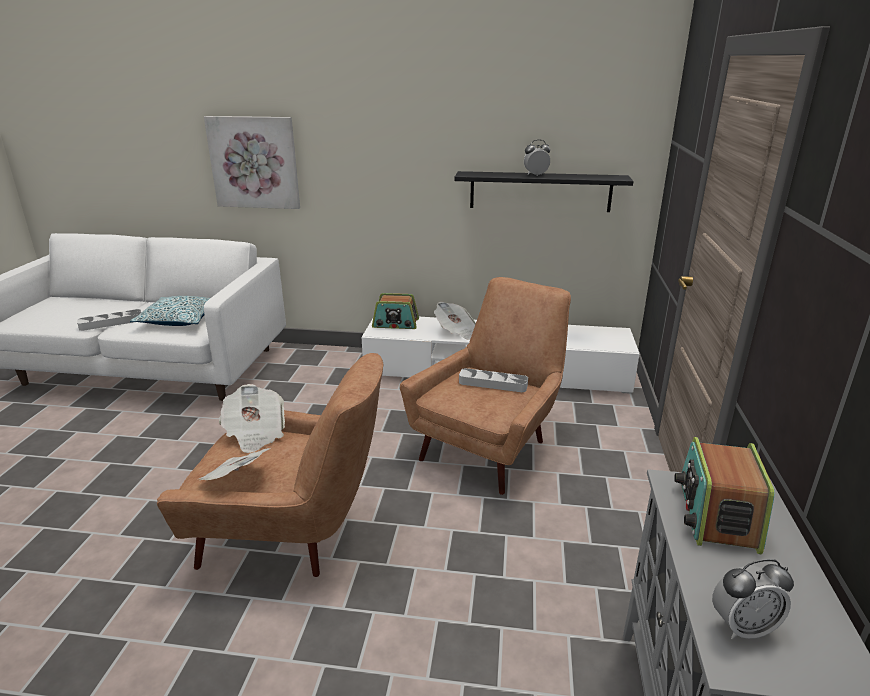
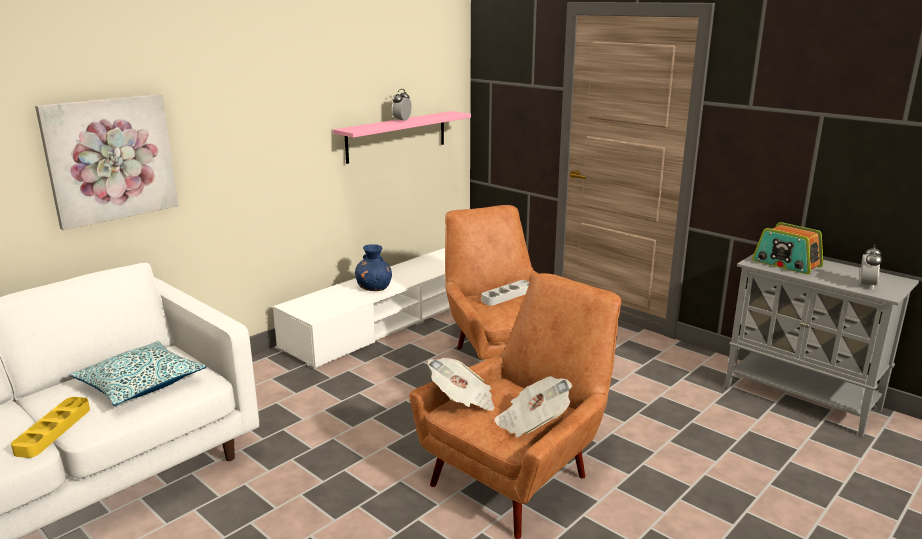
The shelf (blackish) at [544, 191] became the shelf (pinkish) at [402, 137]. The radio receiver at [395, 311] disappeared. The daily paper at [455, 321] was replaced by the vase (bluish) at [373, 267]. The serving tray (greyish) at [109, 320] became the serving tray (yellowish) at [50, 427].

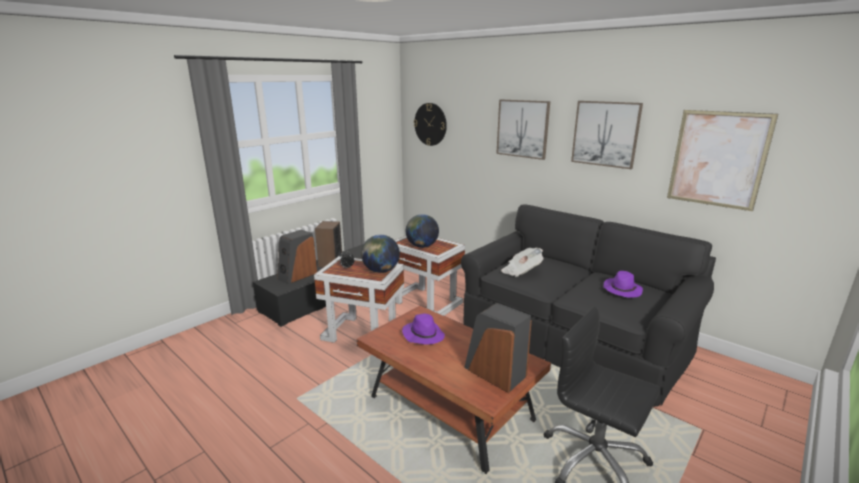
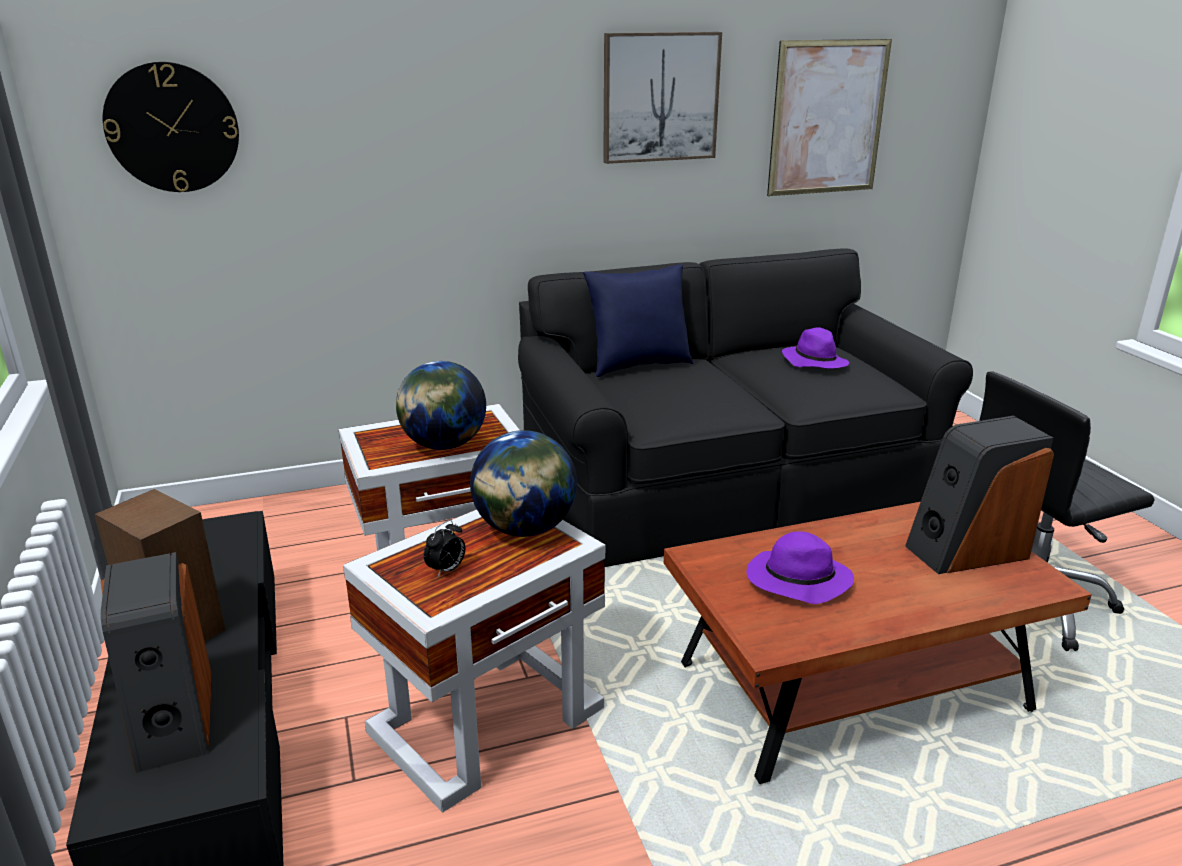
The wall art at [523, 129] disappeared. The daily paper at [522, 262] disappeared. The throw pillow (bluish) at [638, 320] appeared.

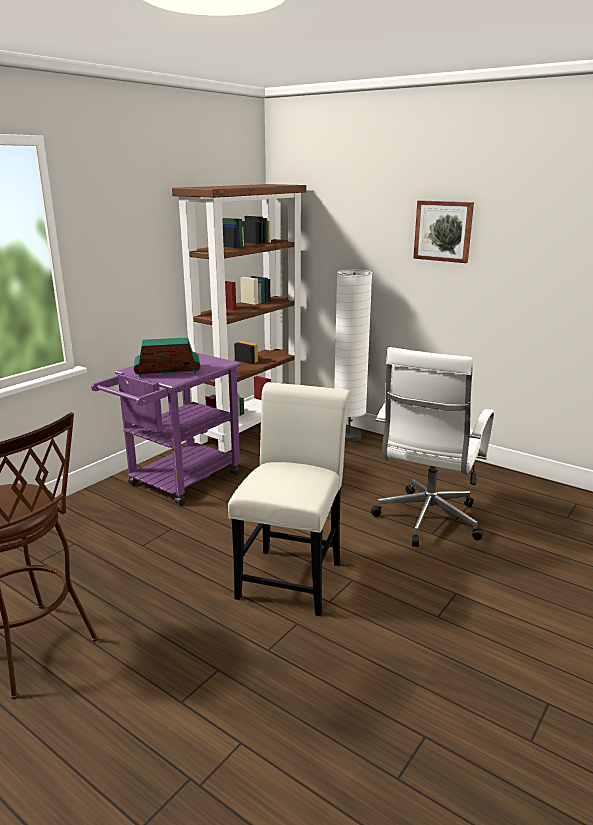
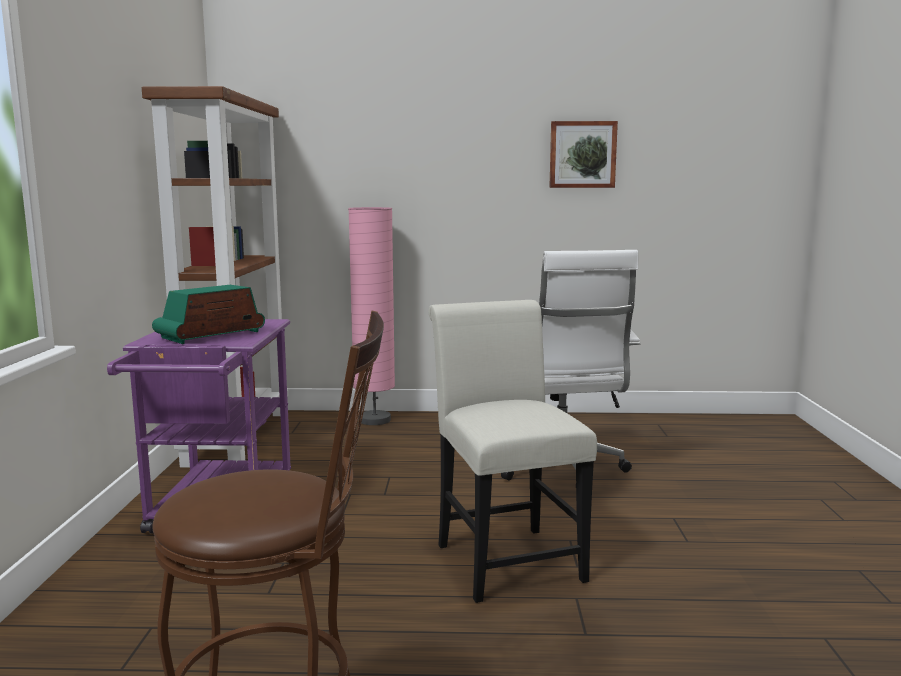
The wall art moved from [443, 231] to [583, 154]. The standing lamp (white) at [353, 356] became the standing lamp (pinkish) at [371, 316].

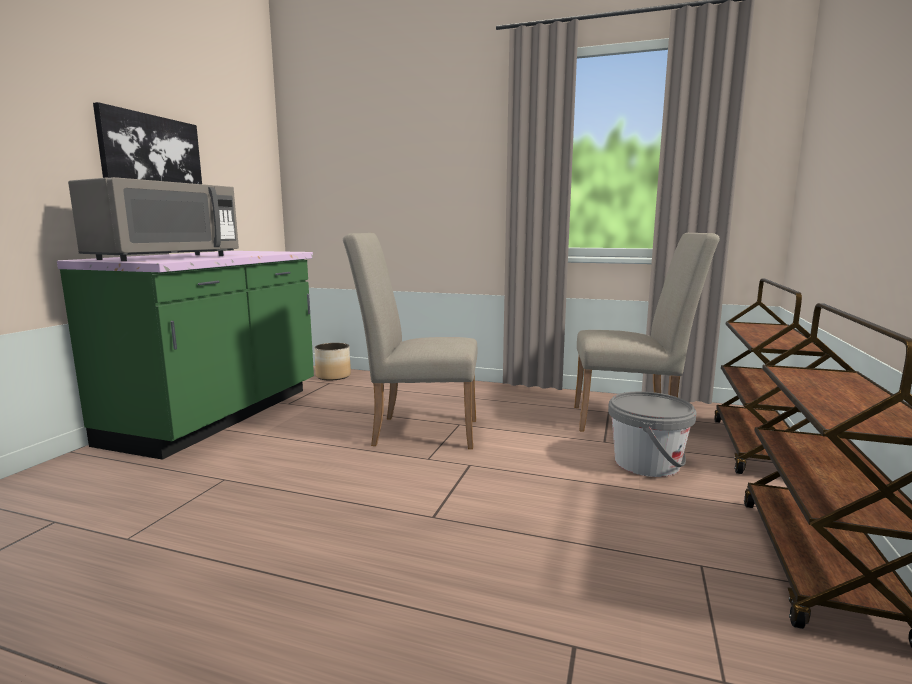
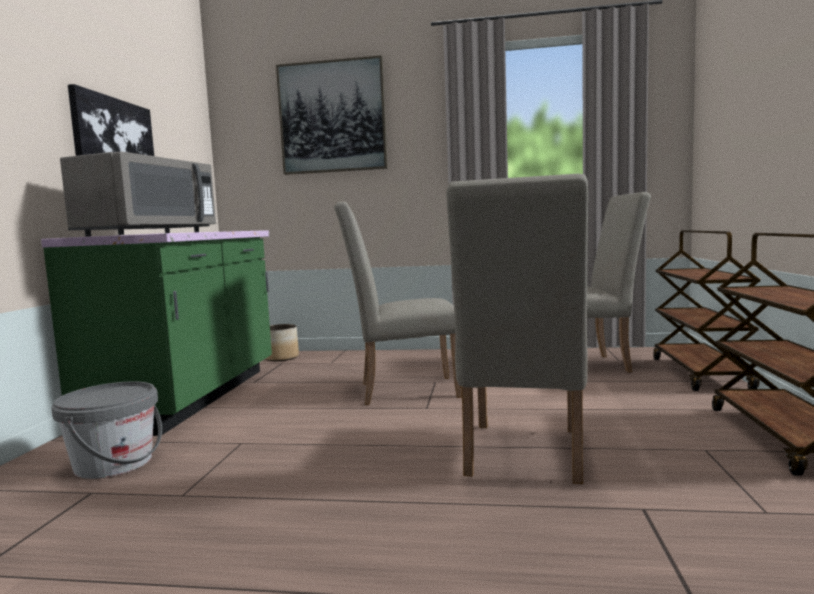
The pail (greyish) moved from [652, 434] to [106, 430]. The wall art at [332, 115] appeared. The upright chair (beige) at [517, 329] appeared.

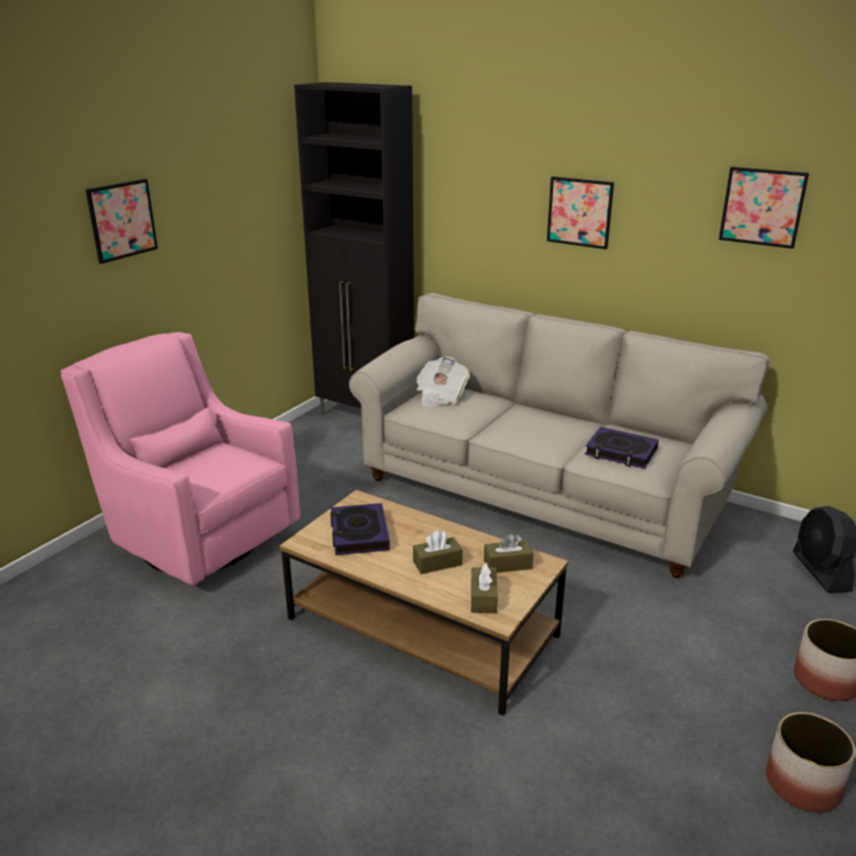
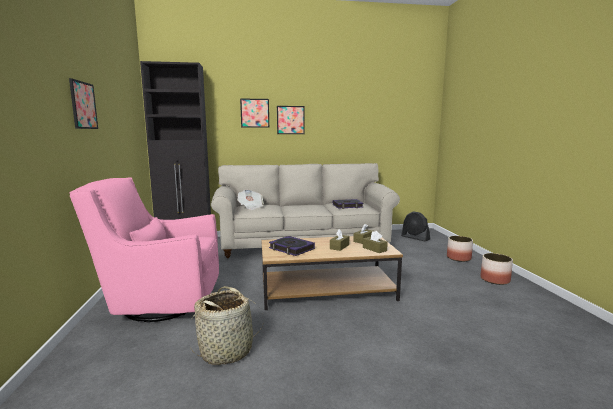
The wall art moved from [764, 208] to [254, 113]. The basket at [227, 325] appeared.

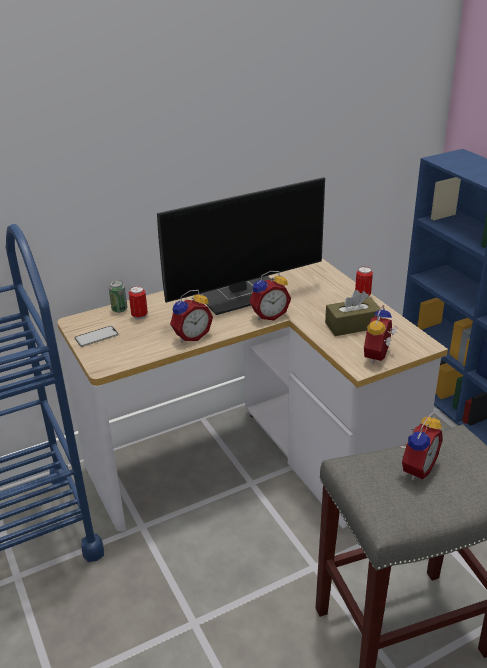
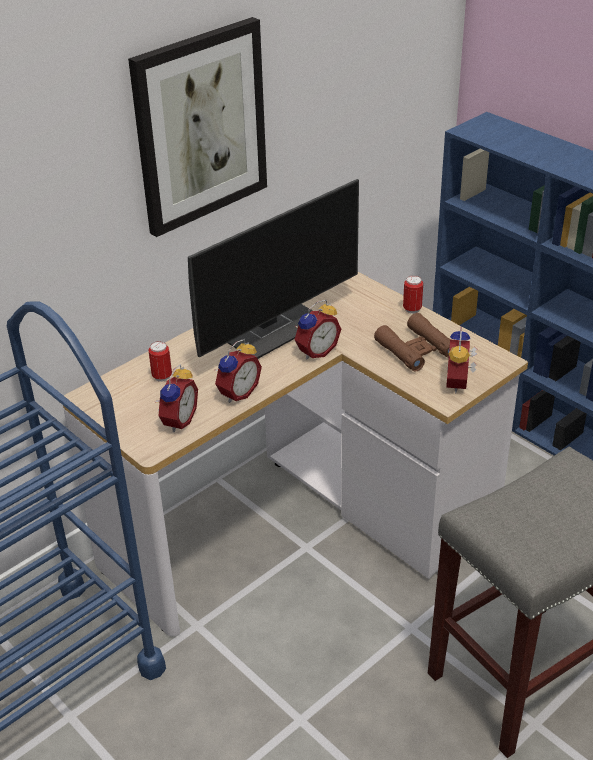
The sealed can at [118, 296] disappeared. The tissue box (brown-coloured) at [353, 313] was replaced by the field glasses (brown-coloured) at [412, 342]. The phone at [96, 336] disappeared. The alarm clock moved from [421, 446] to [176, 398]. The wall art at [197, 127] appeared.

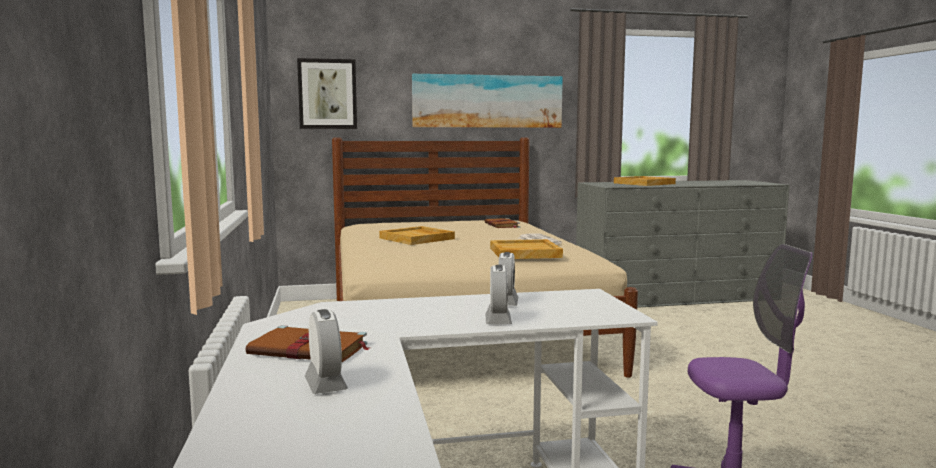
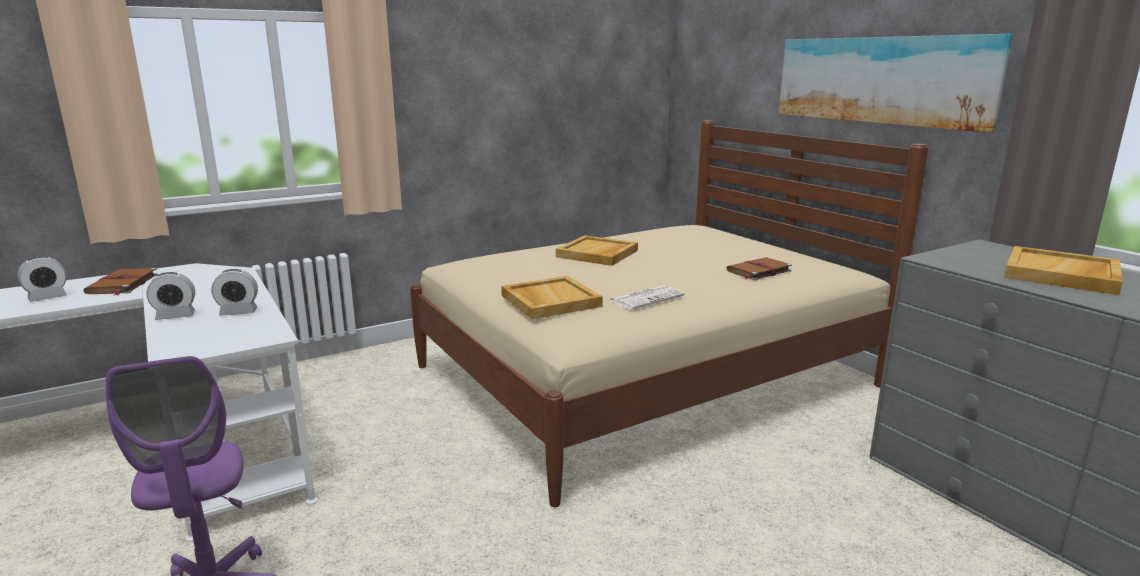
The wall art at [327, 93] disappeared.

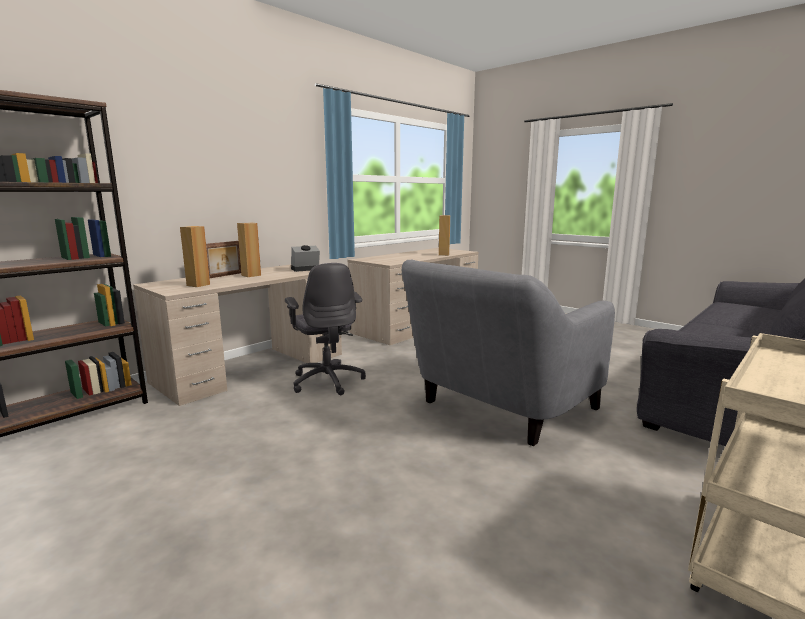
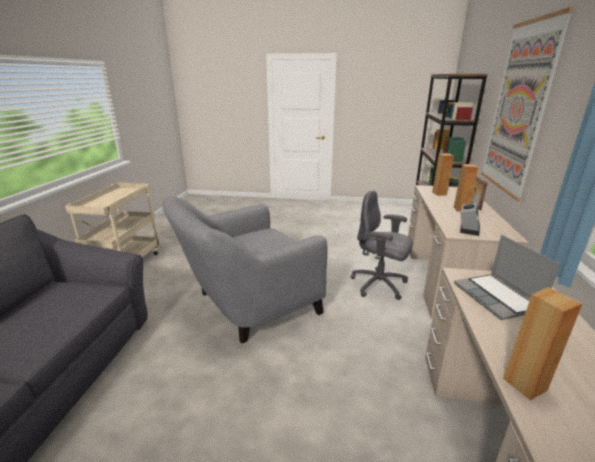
The armchair (greyish) at [508, 353] turned 135 degrees counterclockwise. The wall art at [527, 104] appeared. The portable computer at [507, 277] appeared.

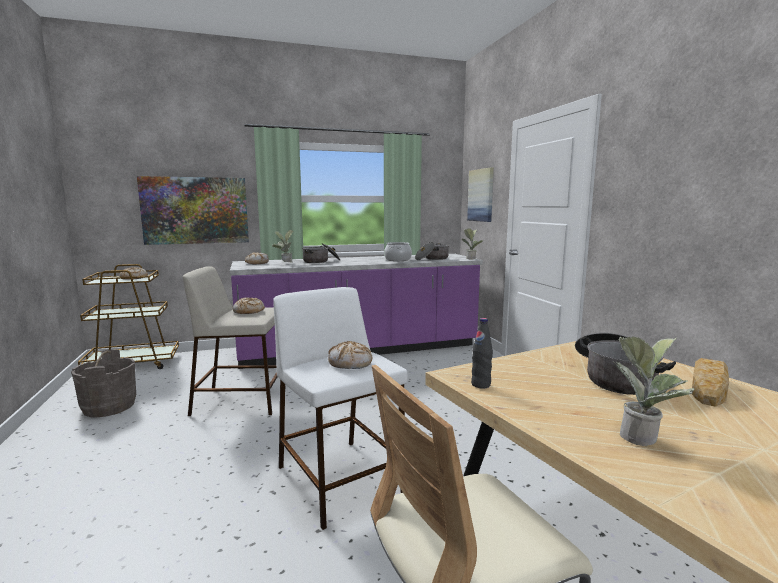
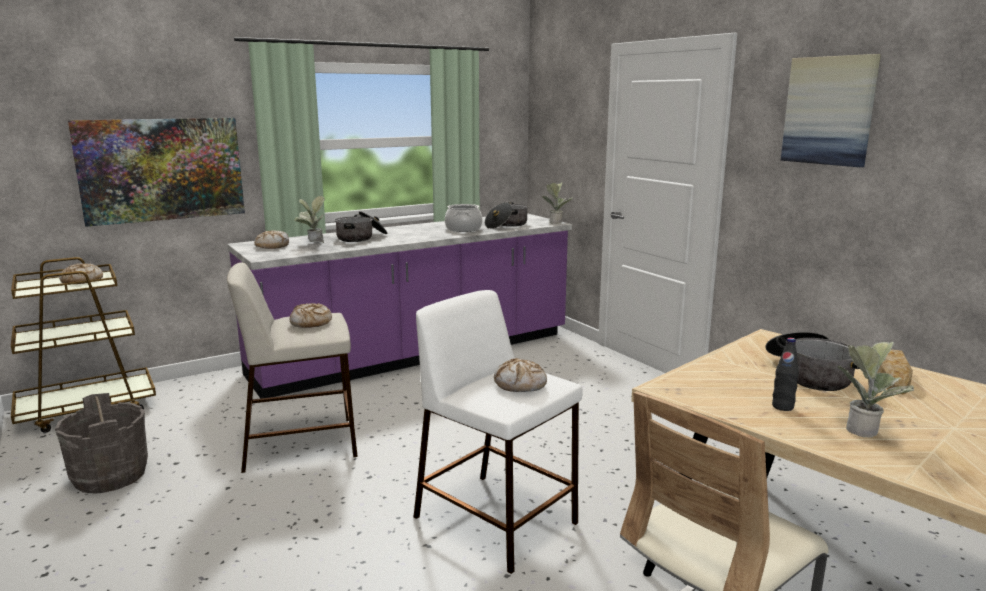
The wall art moved from [480, 194] to [831, 110]. The beverage bottle (blackish) moved from [482, 353] to [785, 374].

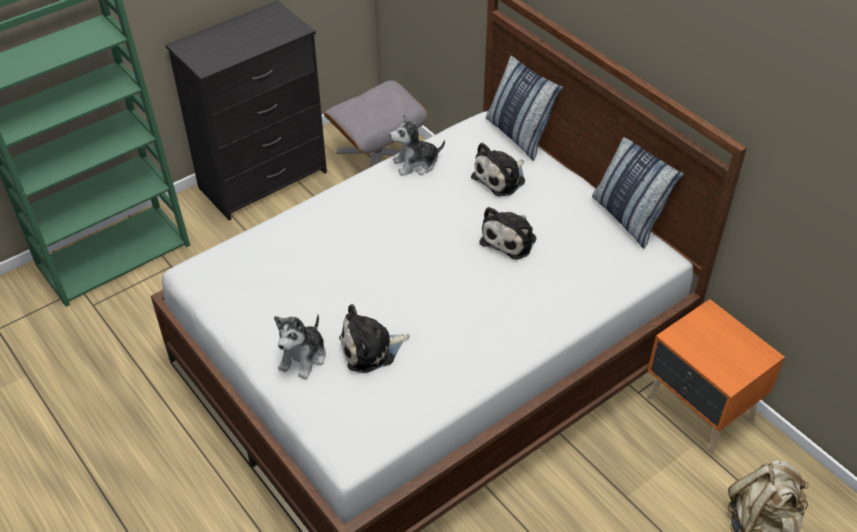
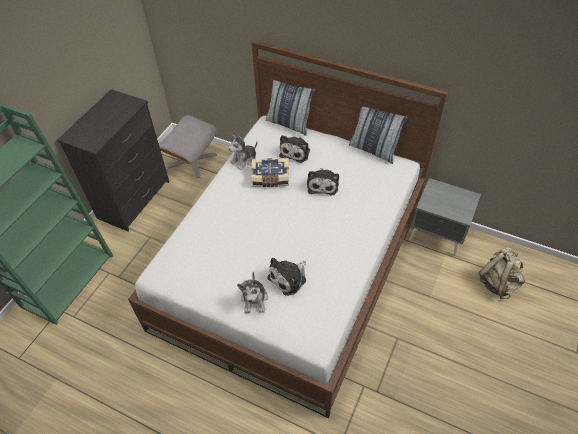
The bedside table (orange) at [716, 376] became the bedside table (greyish) at [445, 217]. The volume at [270, 172] appeared.

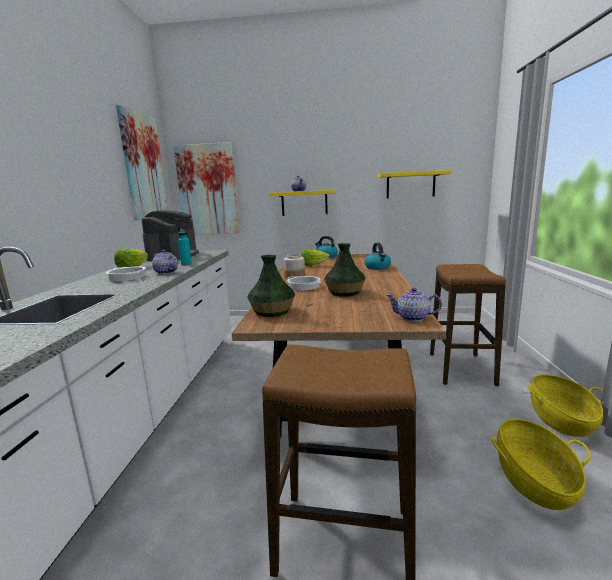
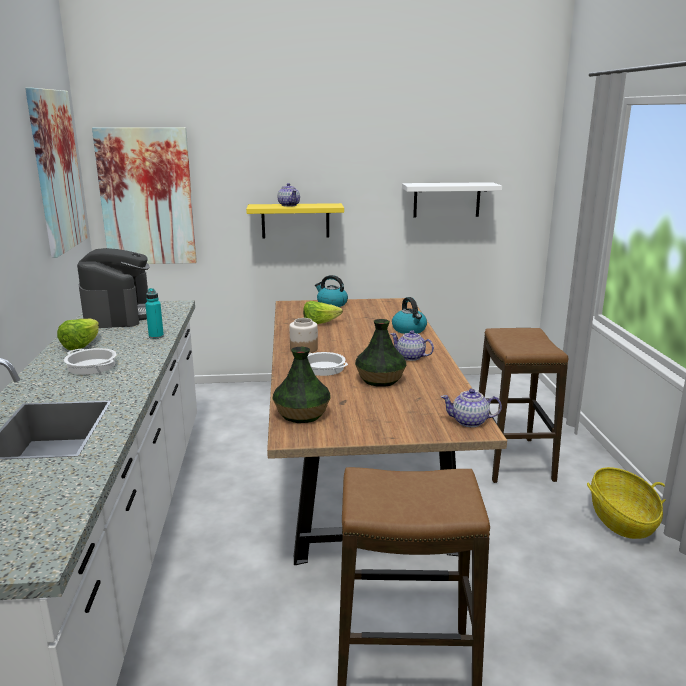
The shelf (yellowish) at [414, 184] became the shelf (white) at [452, 199]. The tea pot moved from [165, 262] to [412, 345]. The basket at [541, 464] disappeared.

